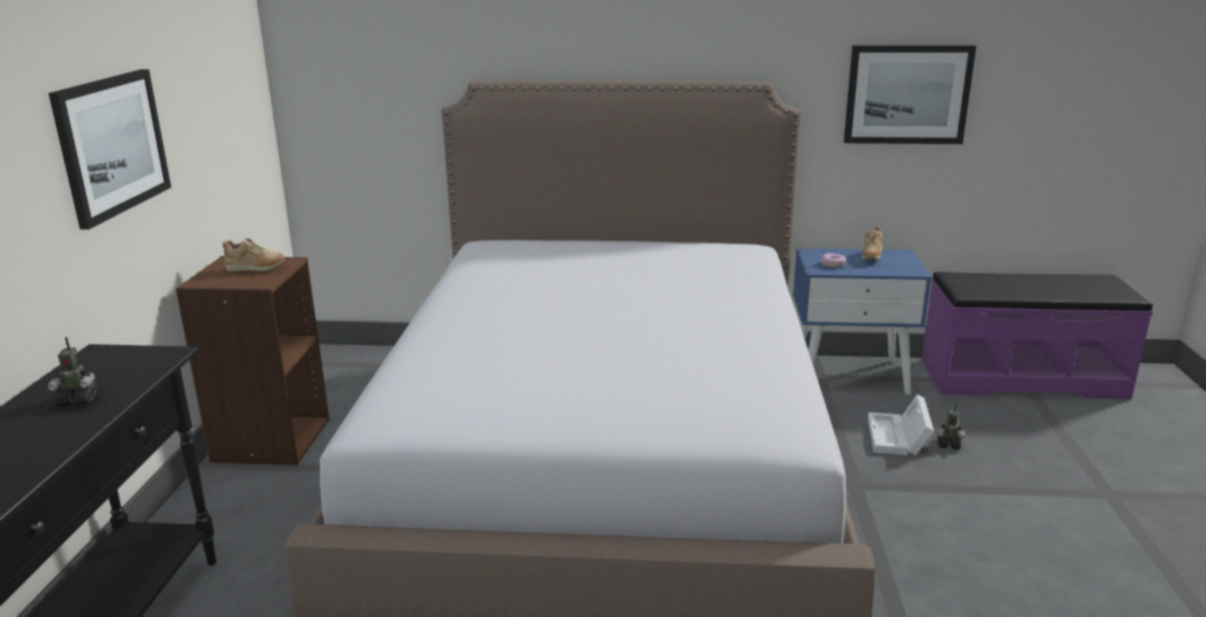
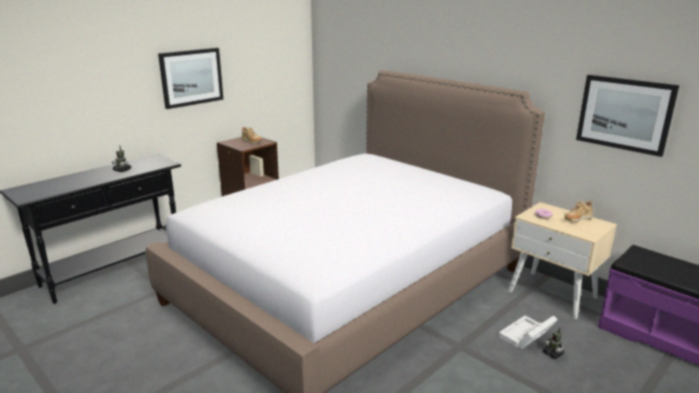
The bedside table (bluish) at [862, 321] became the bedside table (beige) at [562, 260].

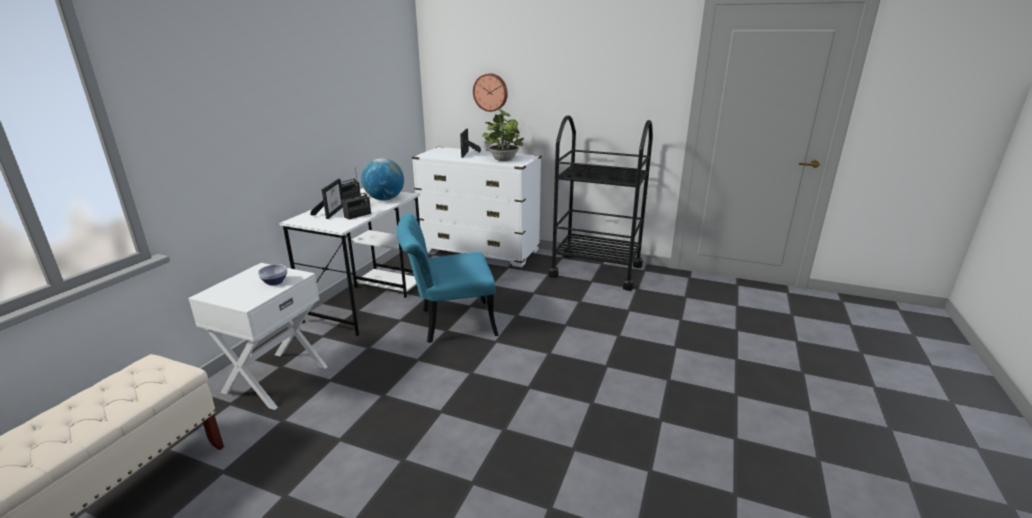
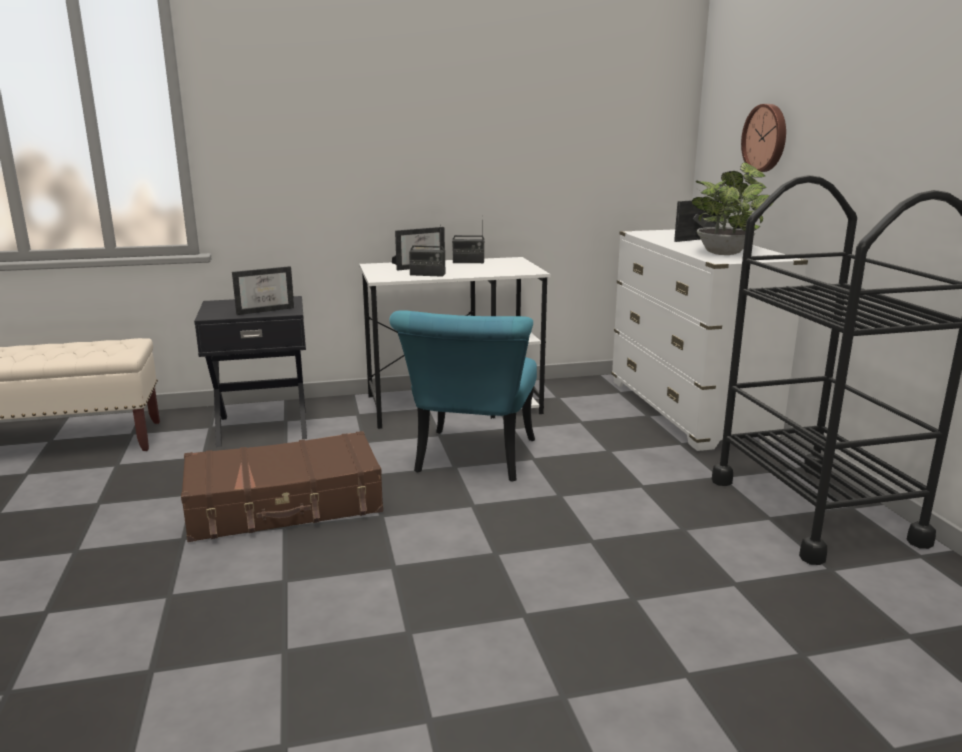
The world globe at [382, 179] disappeared. The upright chair (blue-green) at [448, 278] turned 120 degrees counterclockwise. The bedside table (white) at [258, 336] became the bedside table (blackish) at [250, 371]. The deep dish at [272, 274] was replaced by the picture frame at [263, 290]. The suitcase (brown-coloured) at [282, 486] appeared.

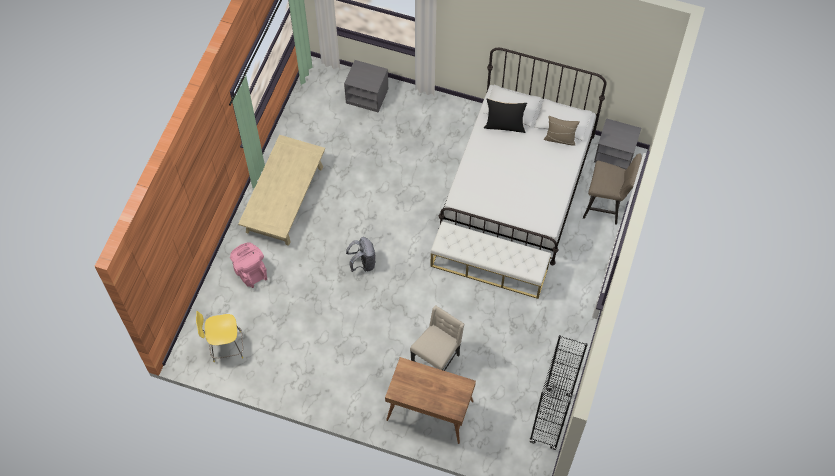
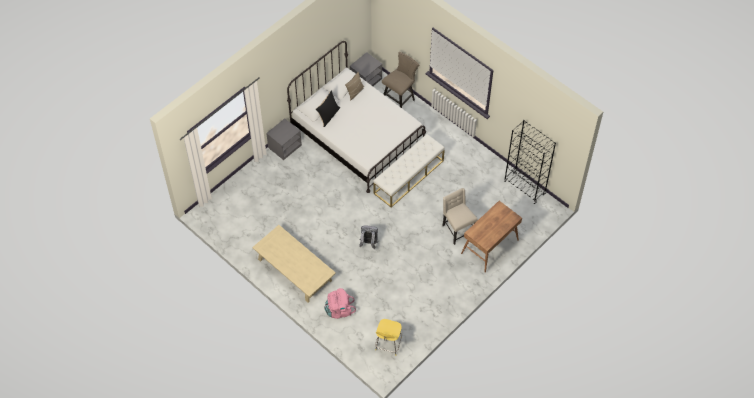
The bedside table (greyish) moved from [366, 86] to [284, 139].

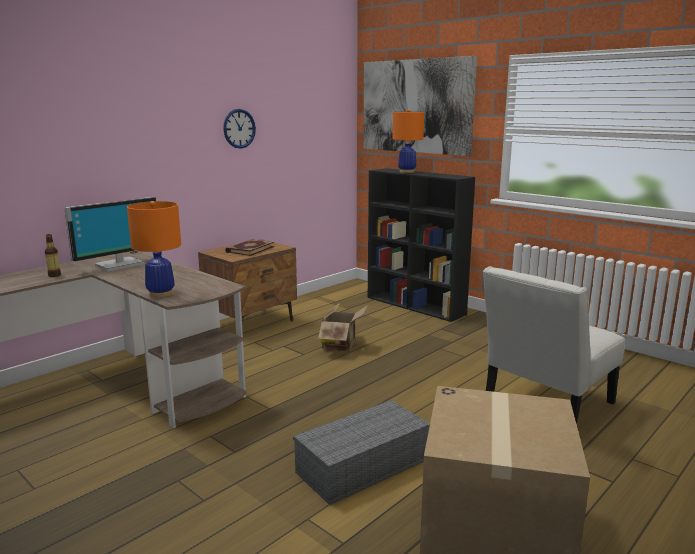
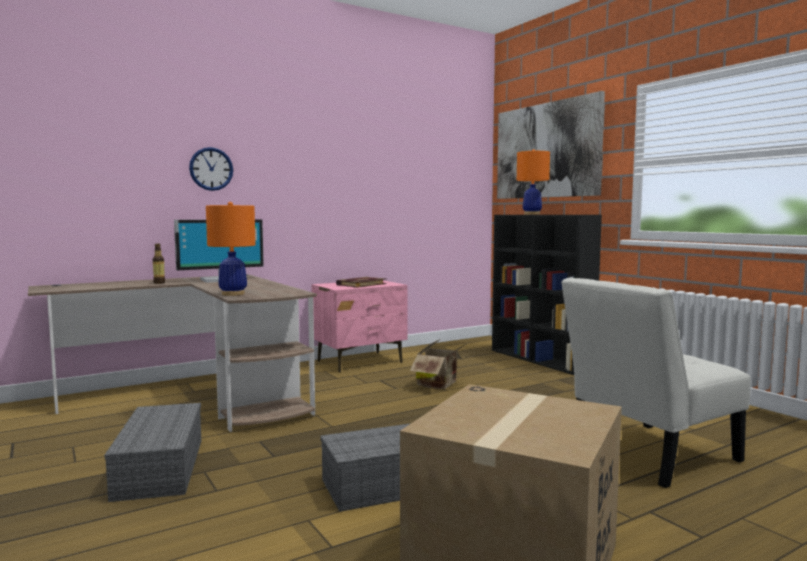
The wall clock moved from [239, 129] to [211, 169]. The bedside table (brown-coloured) at [247, 280] became the bedside table (pinkish) at [359, 326]. The storage bin (greyish) at [152, 452] appeared.

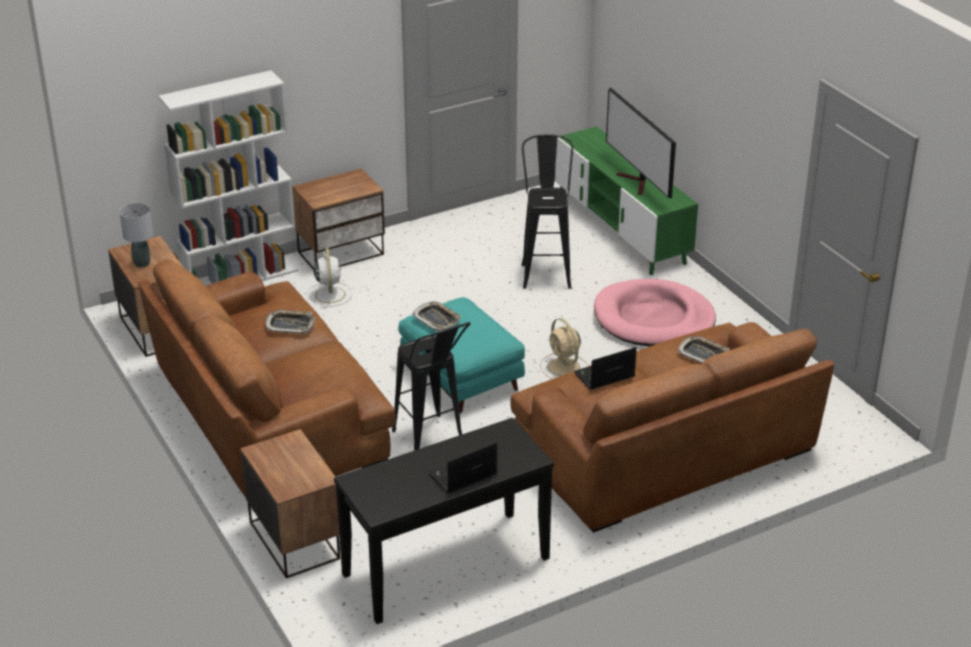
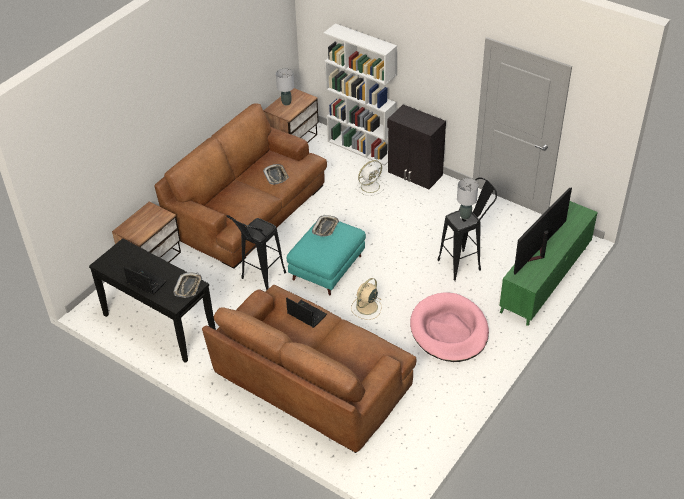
The bedside table at [338, 219] was replaced by the cabinet (blackish) at [416, 146]. The serving tray moved from [703, 349] to [187, 285]. The lamp for a table (greyish) at [467, 198] appeared.

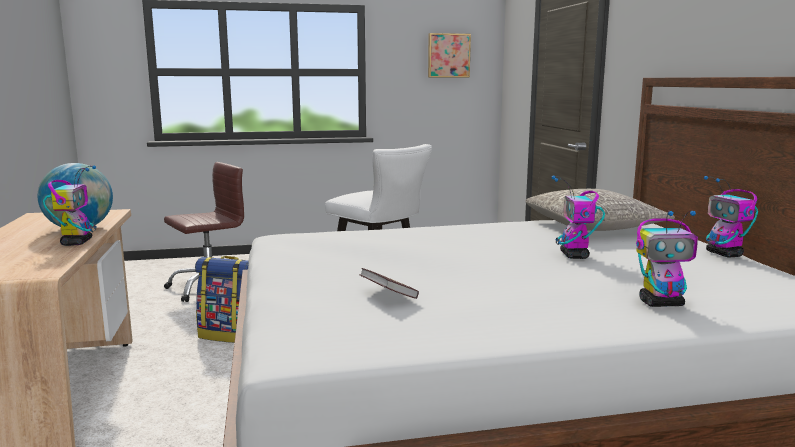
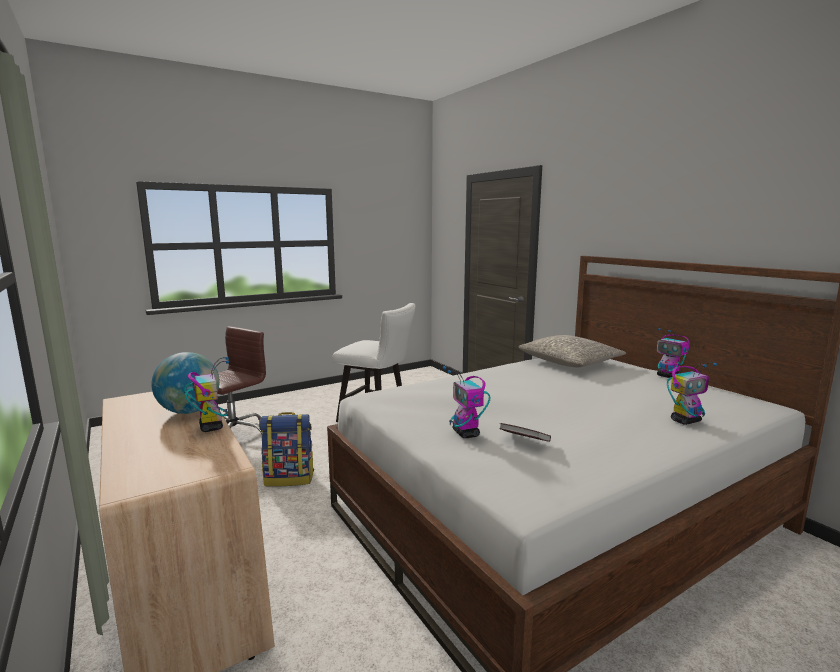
The wall art at [449, 55] disappeared. The model robot moved from [578, 217] to [467, 402].

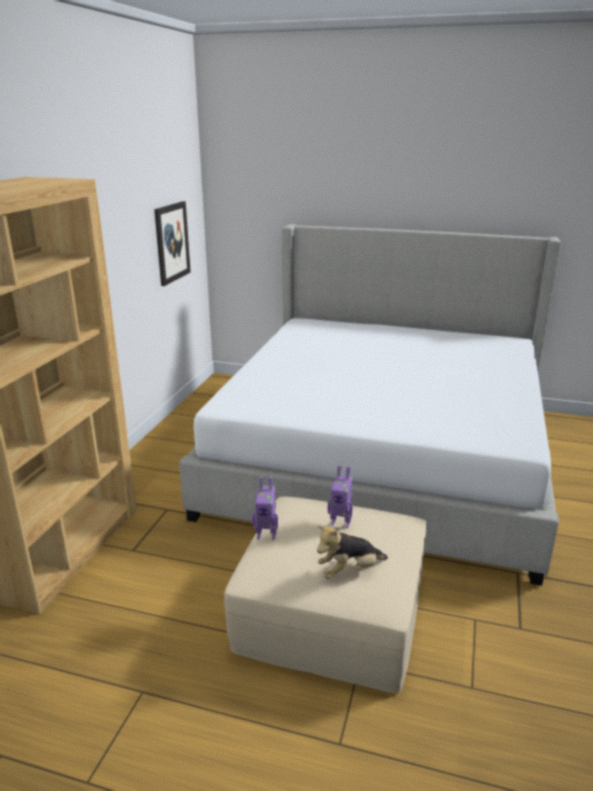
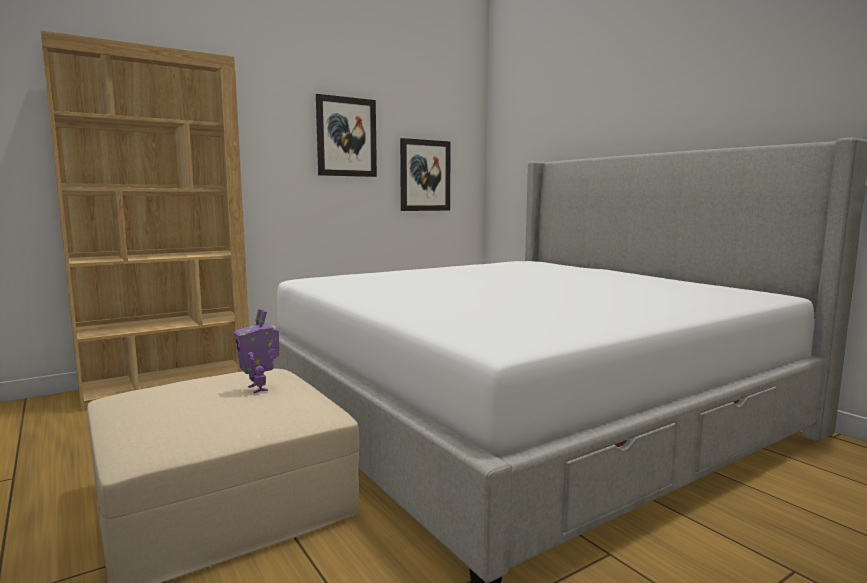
The model robot at [265, 508] disappeared. The soft toy at [352, 552] disappeared. The wall art at [346, 135] appeared.

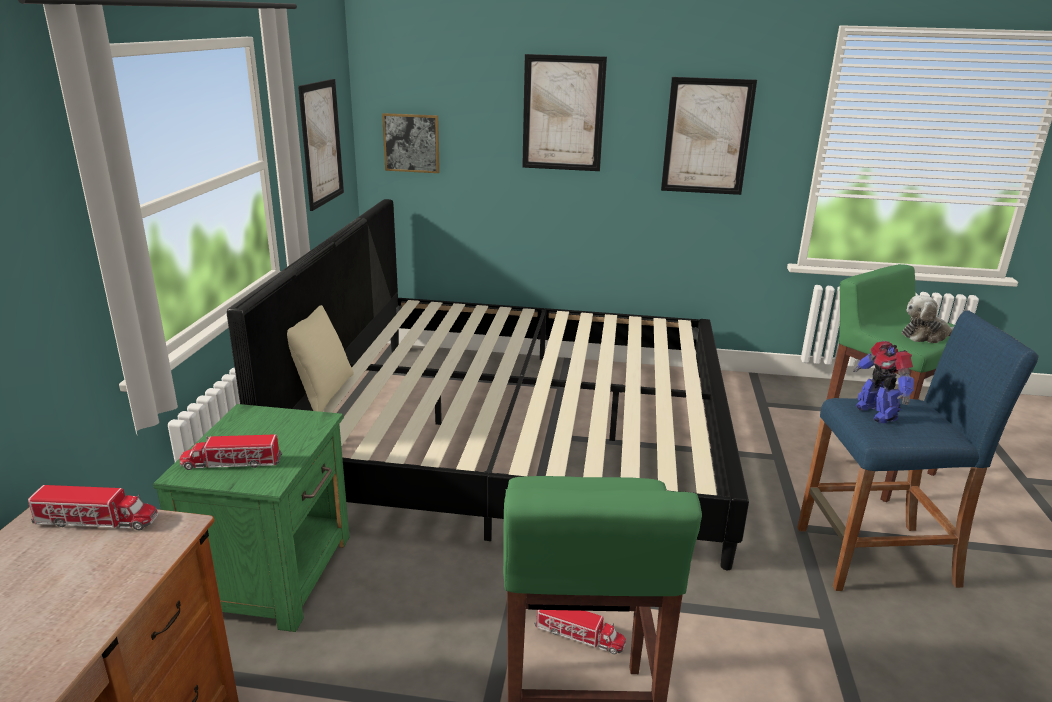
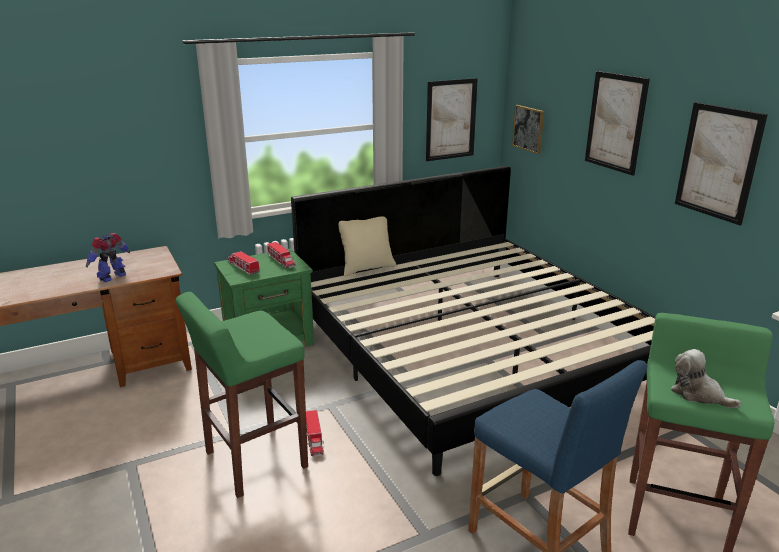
The model robot moved from [883, 382] to [108, 257]. The toy lorry moved from [93, 508] to [281, 255].

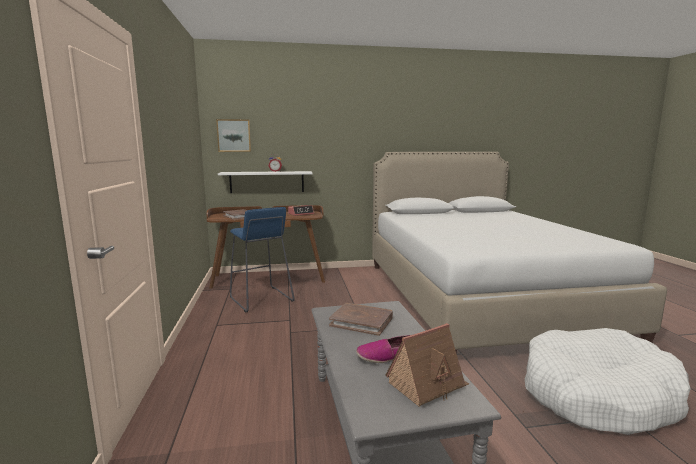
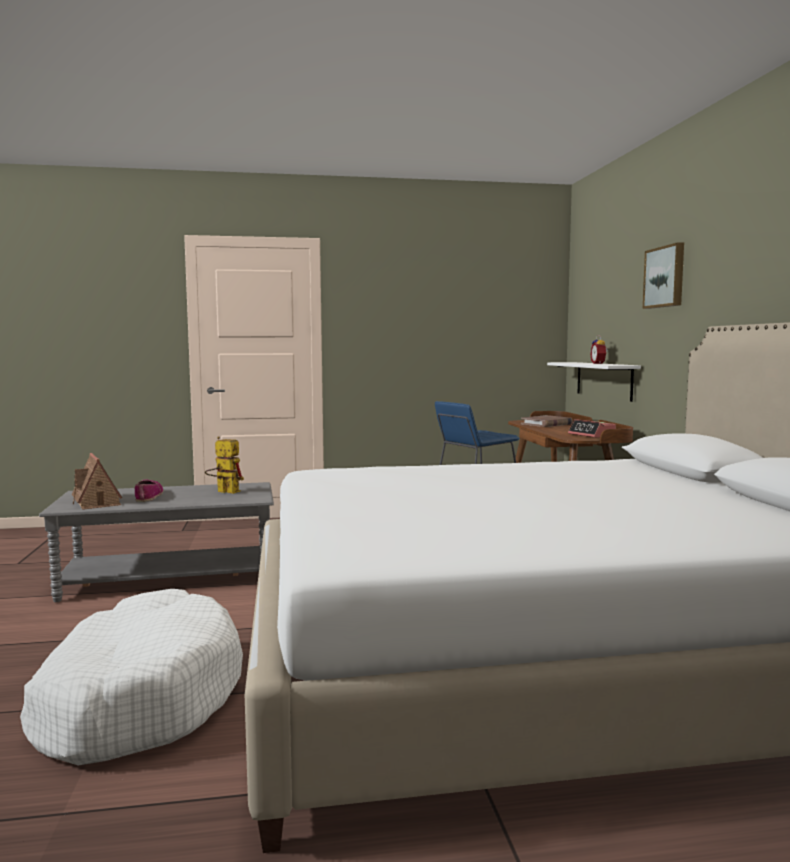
The wall art moved from [233, 135] to [663, 275]. The volume (brown-coloured) at [361, 319] was replaced by the model robot at [224, 465].

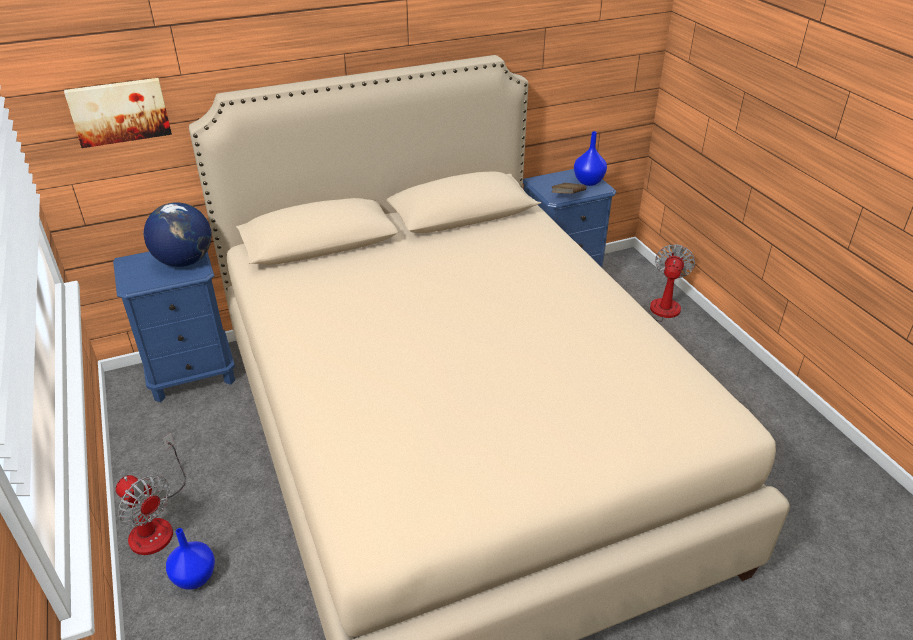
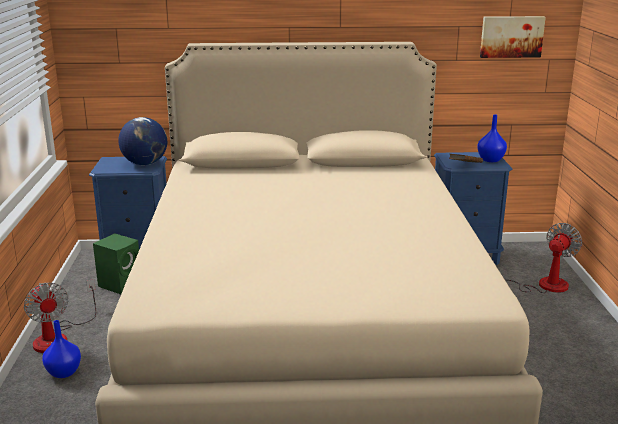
The wall art moved from [118, 113] to [513, 37]. The audio speaker (green-coloured) at [116, 264] appeared.

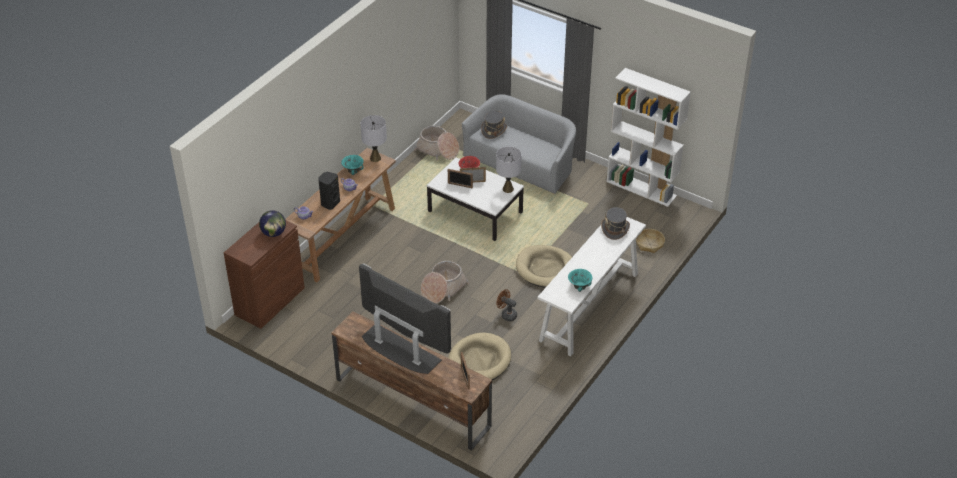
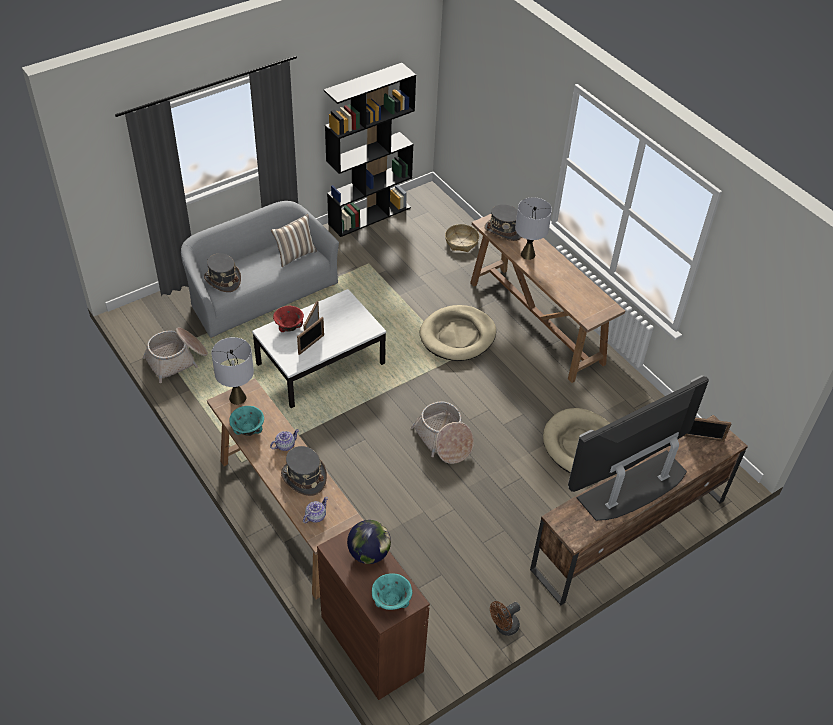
The bookshelf (white) at [649, 137] became the bookshelf (blackish) at [370, 150]. The lamp for a table (greyish) moved from [508, 170] to [533, 228]. The audio speaker (blackish) at [329, 191] was replaced by the wearable hat (greyish) at [304, 471]. The hall table (white) at [591, 286] became the hall table (brown-coloured) at [547, 298]. The deep dish (blue-green) moved from [580, 280] to [392, 592]. The electric fan (brown-coloured) moved from [506, 305] to [505, 618]. The throw pillow at [294, 240] appeared.

